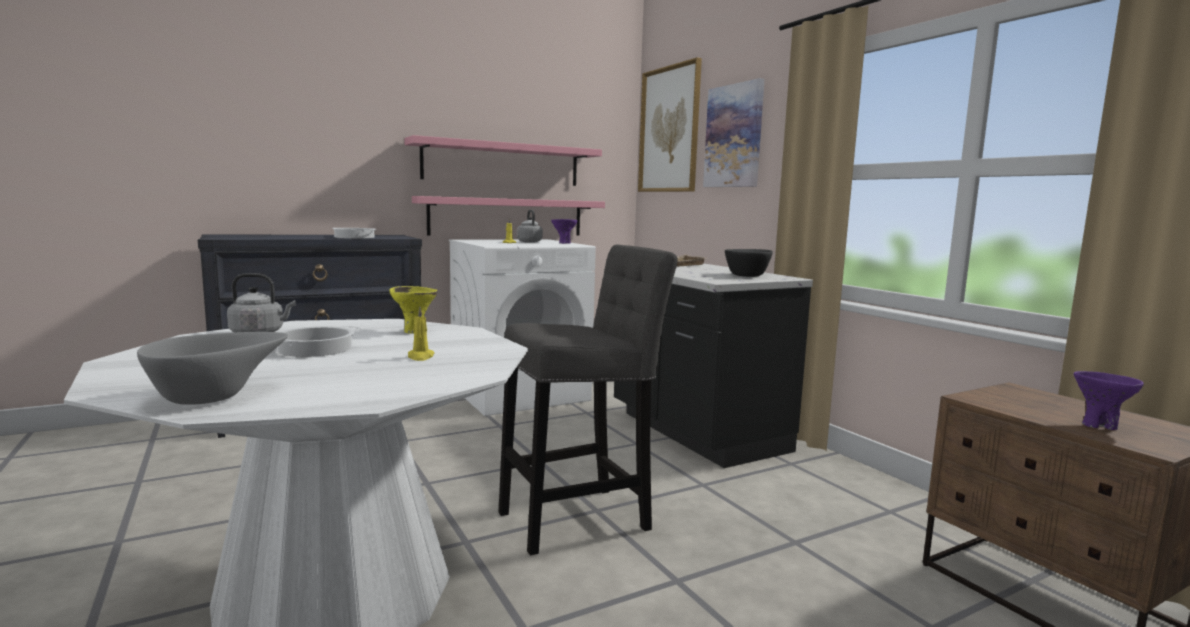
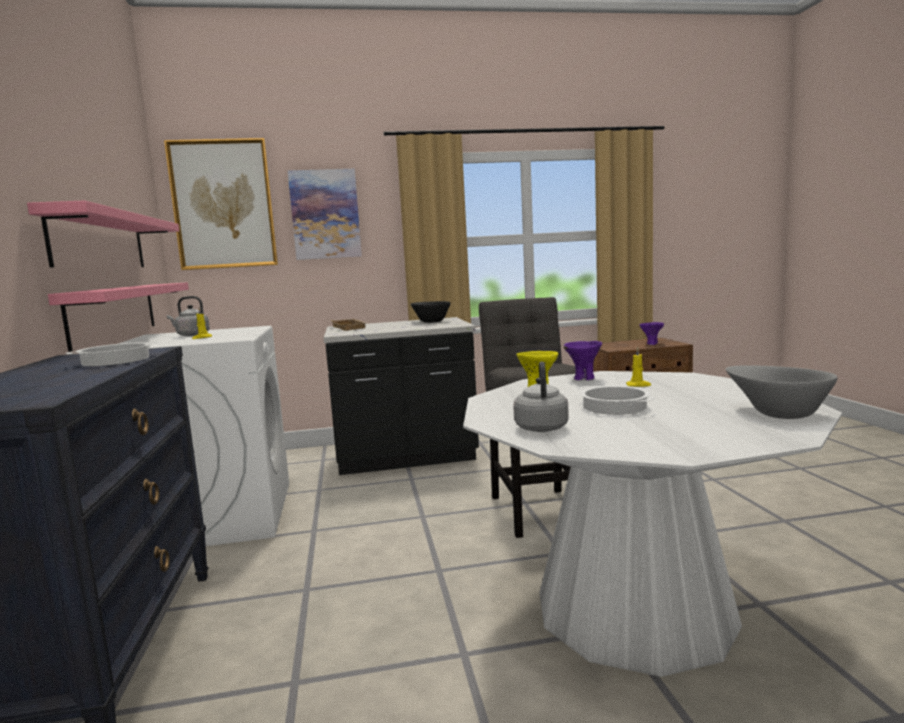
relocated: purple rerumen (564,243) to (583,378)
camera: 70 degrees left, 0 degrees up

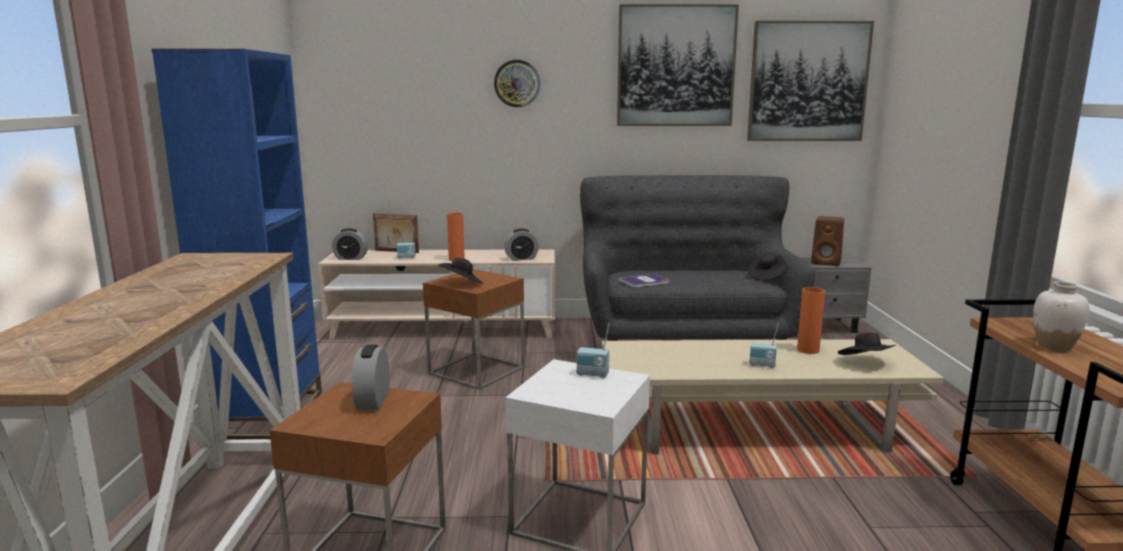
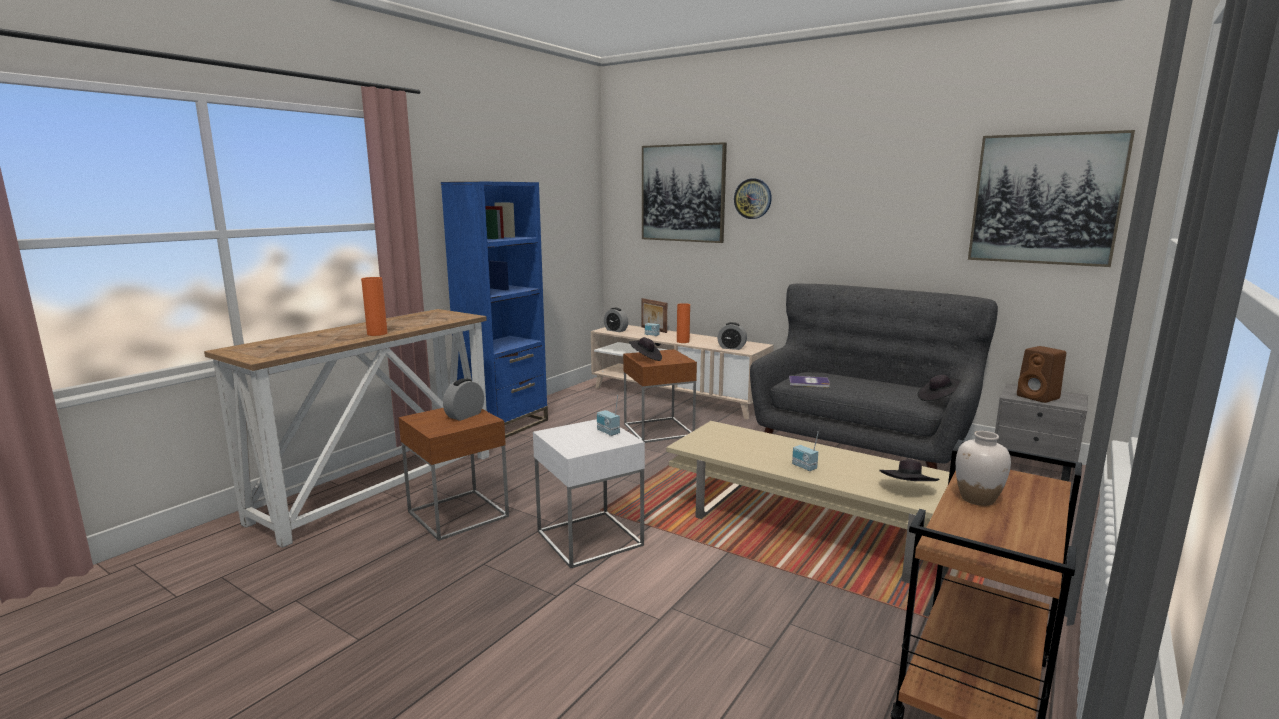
relocated: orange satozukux (808,350) to (377,333); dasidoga (675,66) to (683,193)
camera: 35 degrees right, 0 degrees up

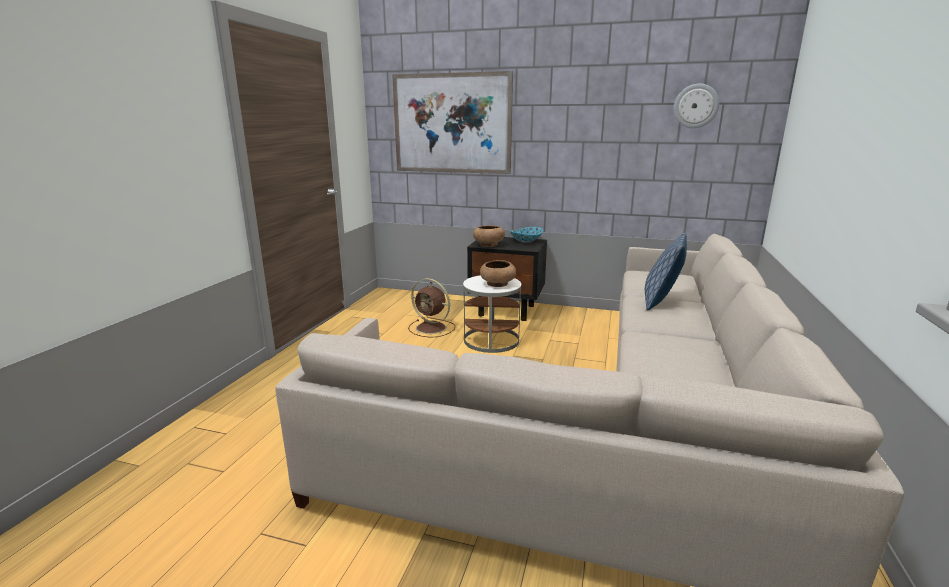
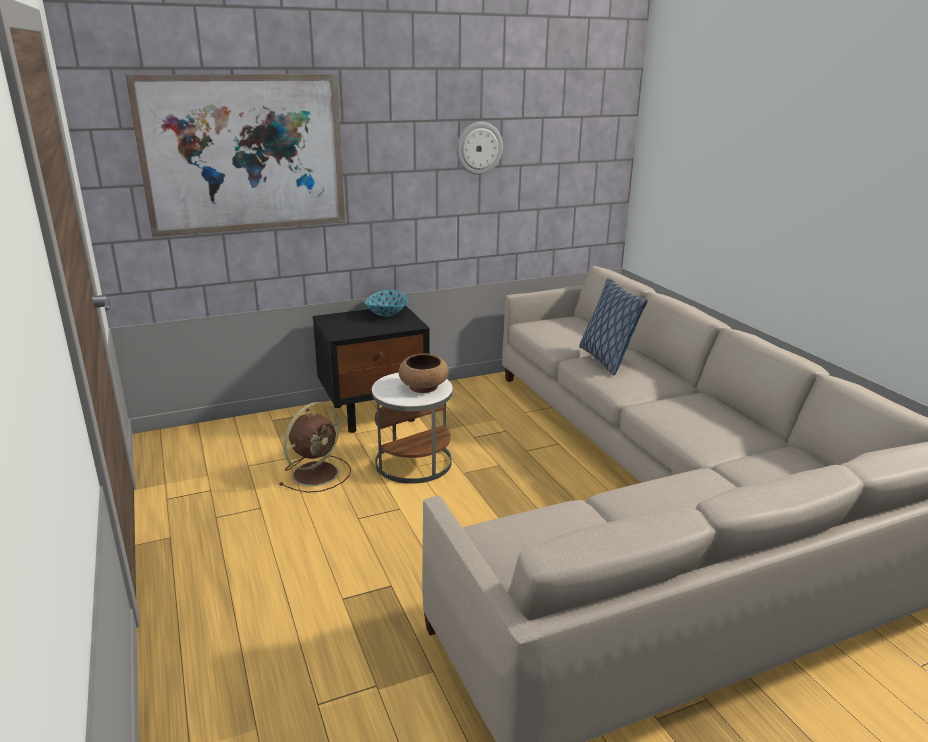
missing: brown rerumen (488,245)
relocated: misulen (695,106) to (478,148)
spun: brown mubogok (432,328) = (317,473) 45 degrees counterclockwise
camera: 40 degrees left, 5 degrees up

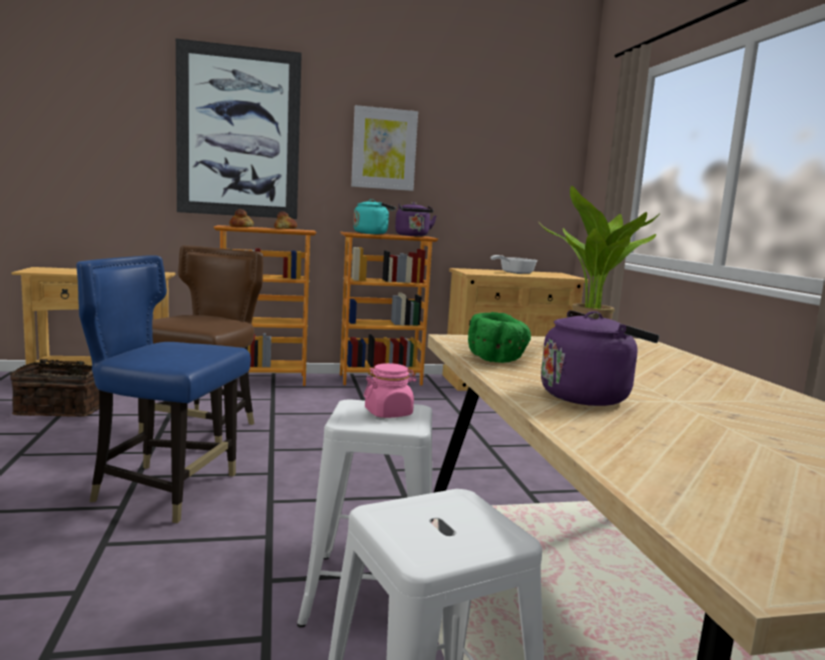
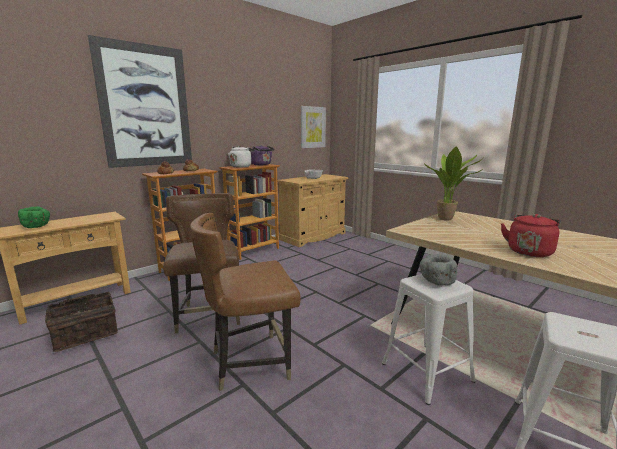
relocated: green rerumen (497,359) to (36,226); dasidoga (384,149) to (312,127)
exchanged: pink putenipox (388,413) to grey rerumen (436,281)
colour: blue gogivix (165,490) to brown gogivix (250,362); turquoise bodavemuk (372,233) to white bodavemuk (241,166); purple bodavemuk (588,396) to red bodavemuk (529,251)
camera: 30 degrees left, 5 degrees up

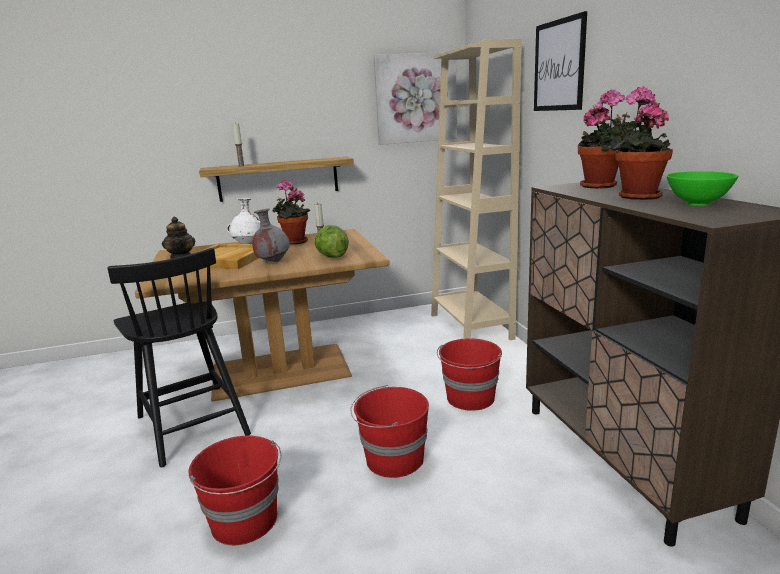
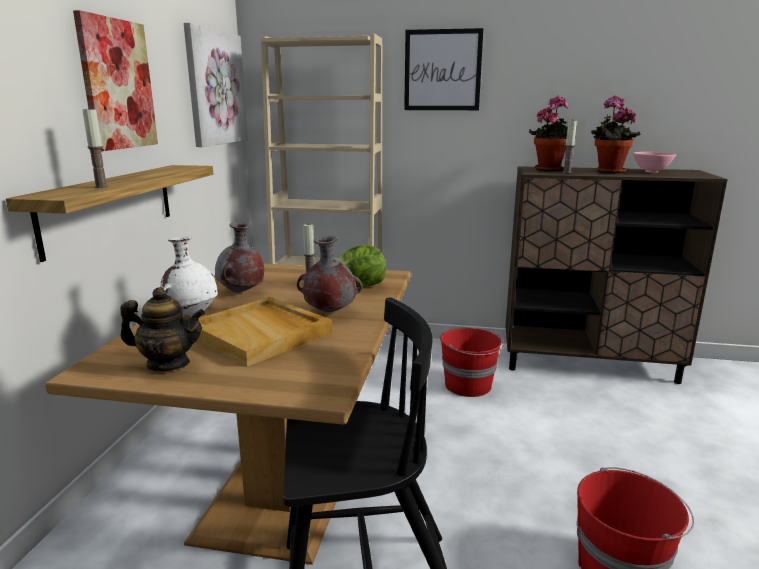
missing: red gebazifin (393,459)
appeared: dasidoga (117,85); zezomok (567,172)
exchanged: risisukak (293,242) to grey satozukux (241,292)
colour: green rerumen (697,204) to pink rerumen (651,171)
camera: 65 degrees left, 0 degrees up

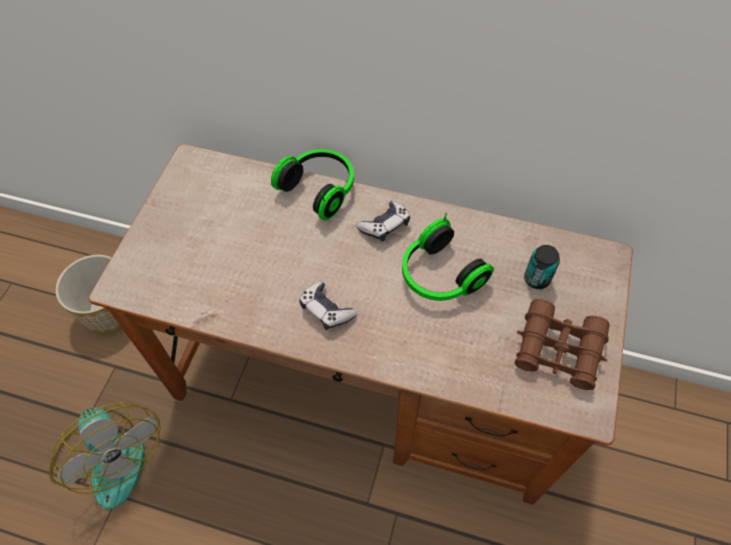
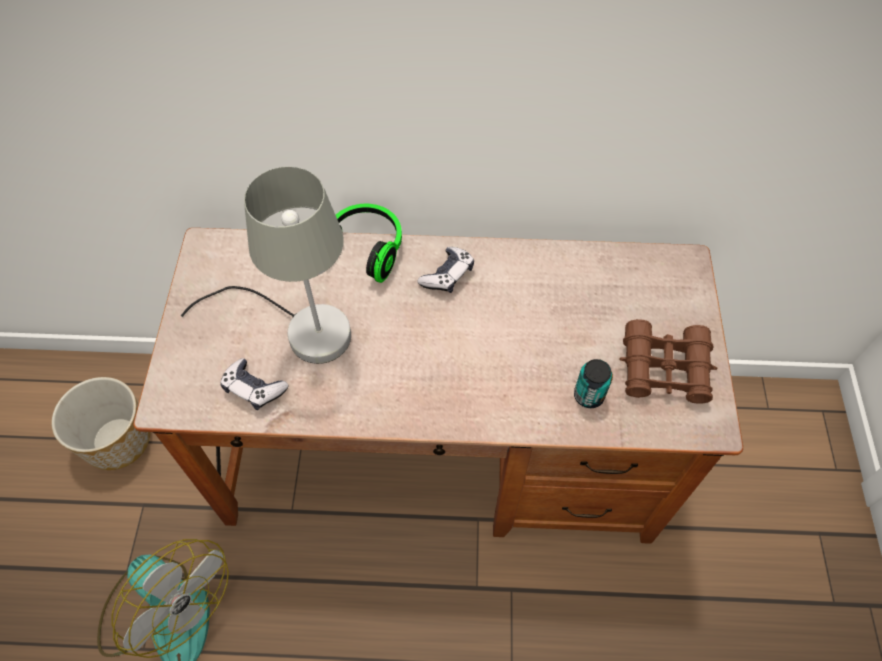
missing: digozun (438,276)
appeared: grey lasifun (302,329)
relocated: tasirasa (326,310) to (254,388); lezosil (536,279) to (588,395)
camera: 15 degrees left, 0 degrees up

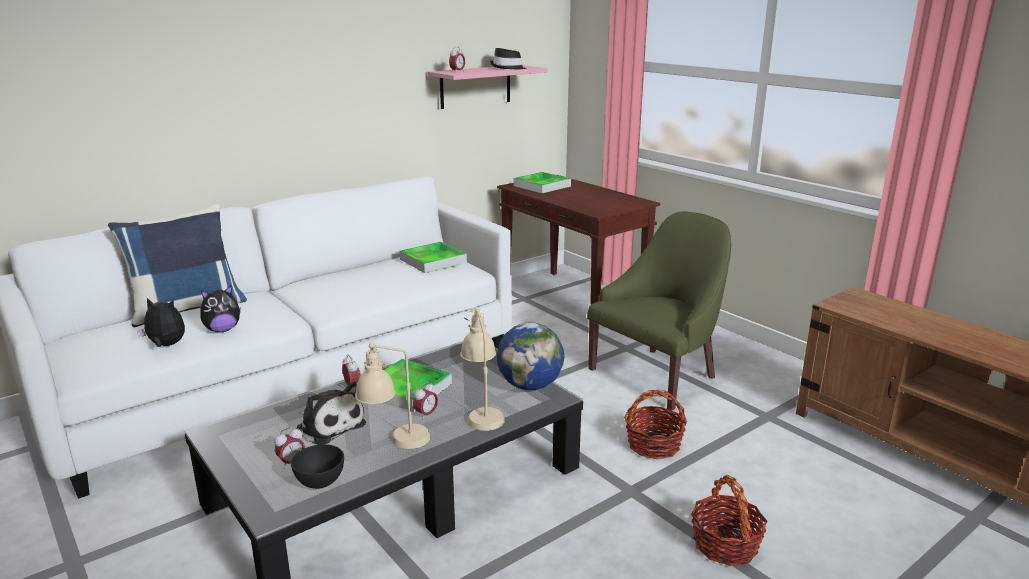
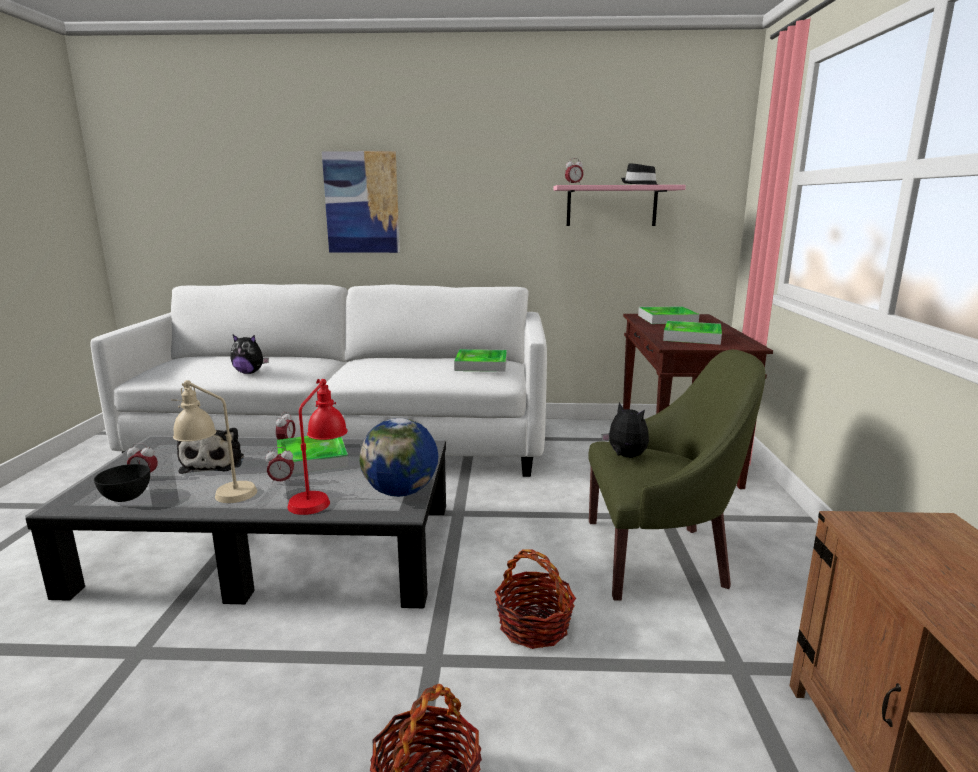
missing: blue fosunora (187,308)
appeared: dasidoga (362,203); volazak (692,337)
relocated: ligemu (166,345) to (625,456)
colour: beige lasifun (481,412) to red lasifun (320,497)
camera: 40 degrees right, 5 degrees down

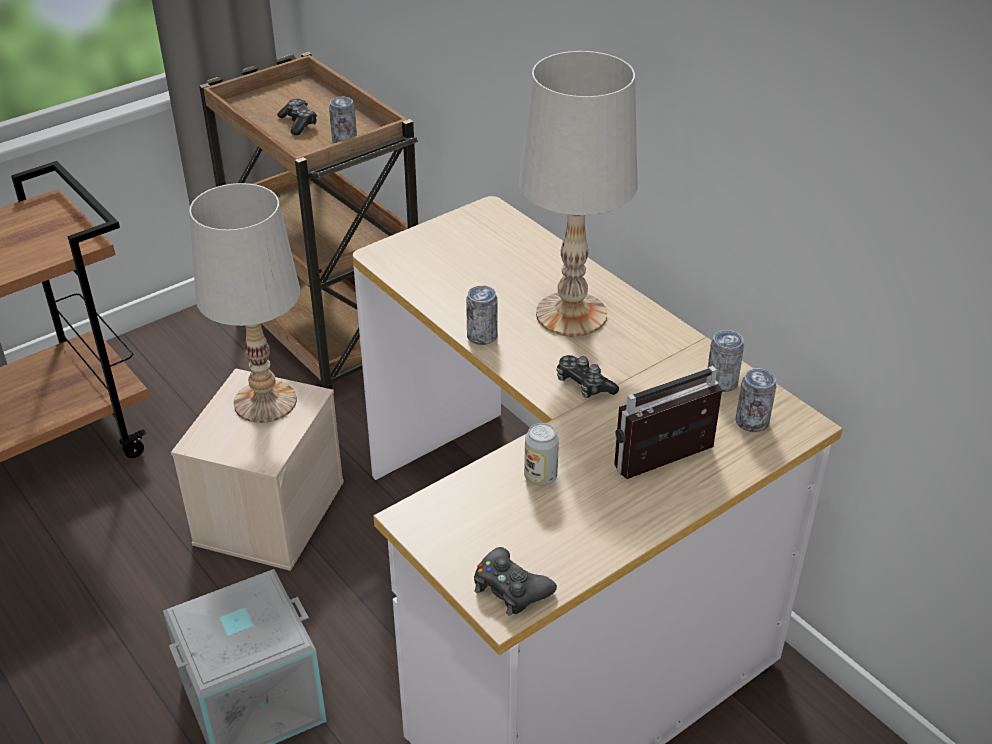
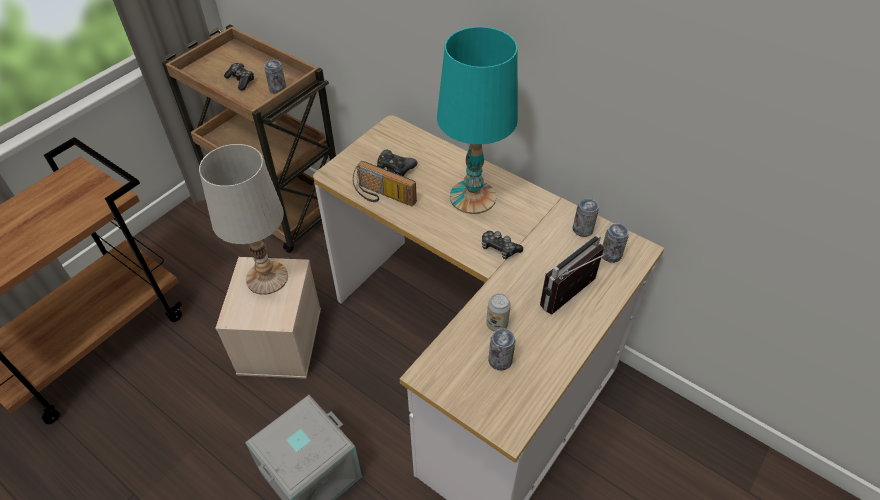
appeared: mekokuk (382,196)
relocated: black tasirasa (510,589) to (395,167); lezosil (482,336) to (500,360)
colour: white lasifun (571,314) to turquoise lasifun (472,196)
camera: 15 degrees left, 10 degrees up

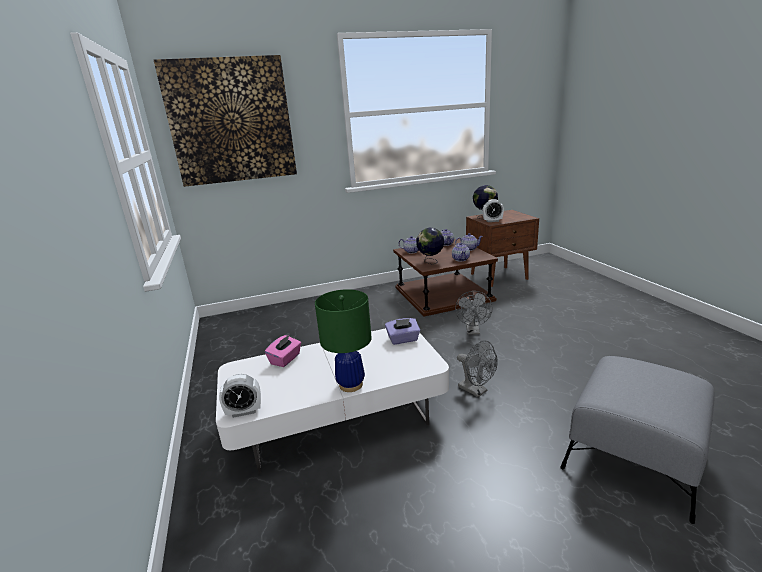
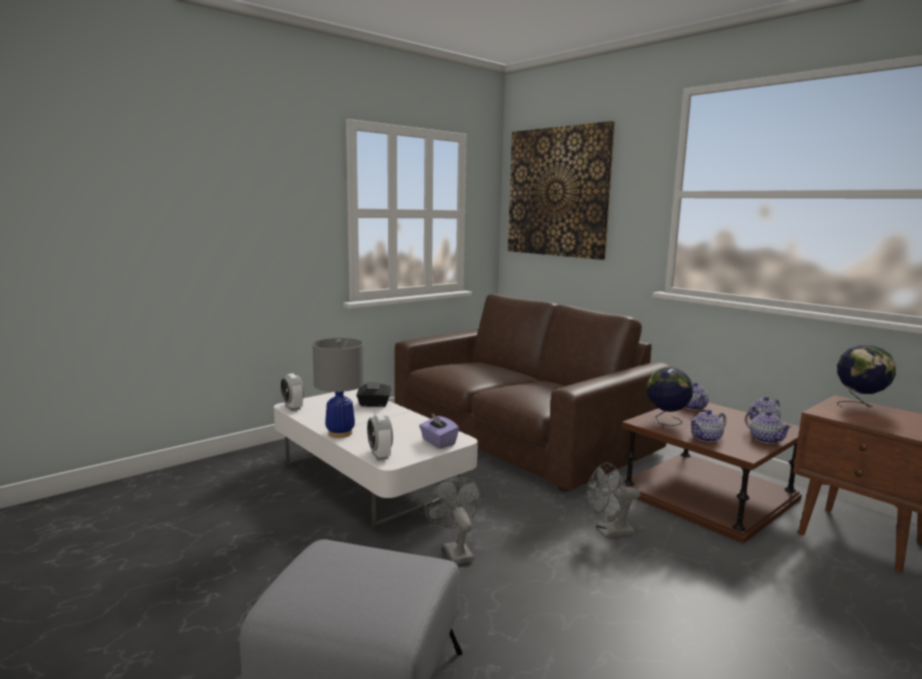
appeared: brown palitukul (519,434)
relocated: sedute (492,221) to (380,455)
colour: green lasifun (351,385) to grey lasifun (340,433); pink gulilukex (285,359) to black gulilukex (374,404)
spun: grey mubogok (476,390) = (455,551) 135 degrees clockwise
camera: 65 degrees right, 10 degrees down

